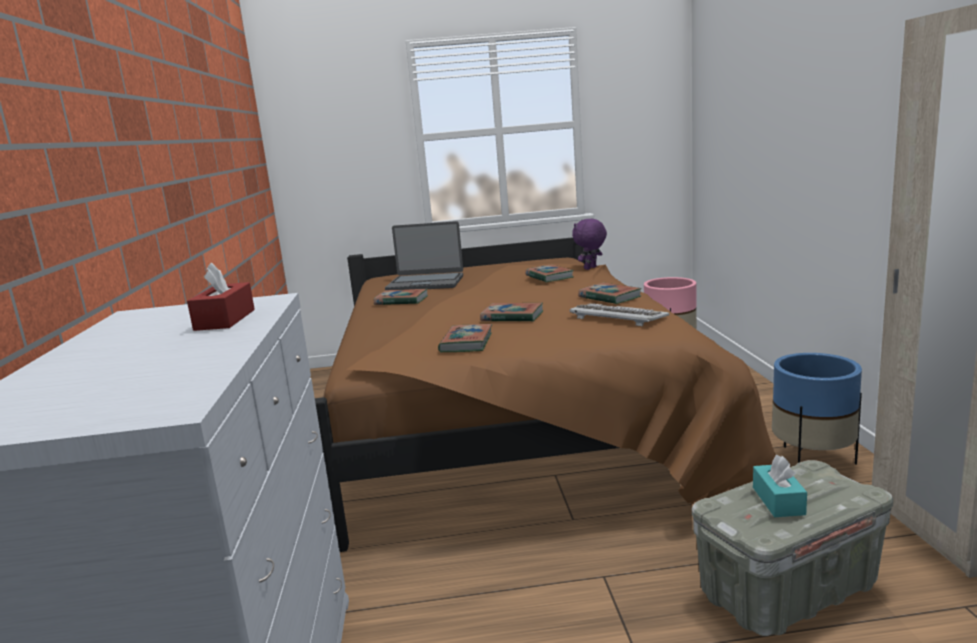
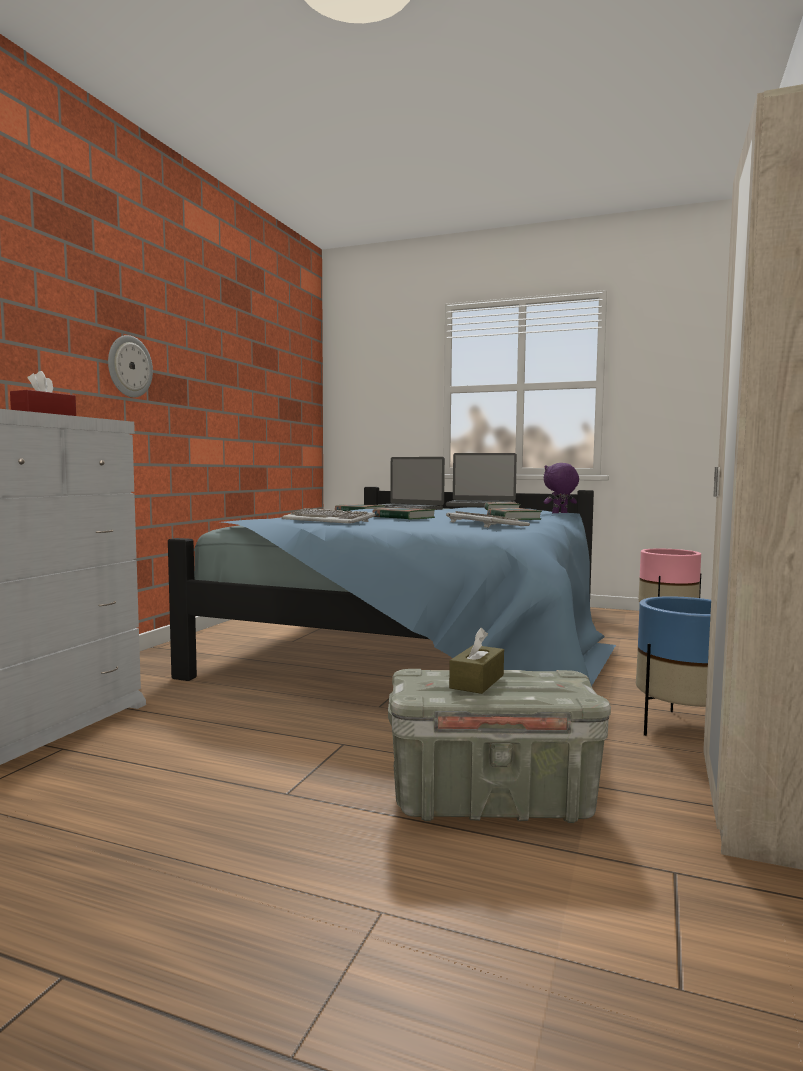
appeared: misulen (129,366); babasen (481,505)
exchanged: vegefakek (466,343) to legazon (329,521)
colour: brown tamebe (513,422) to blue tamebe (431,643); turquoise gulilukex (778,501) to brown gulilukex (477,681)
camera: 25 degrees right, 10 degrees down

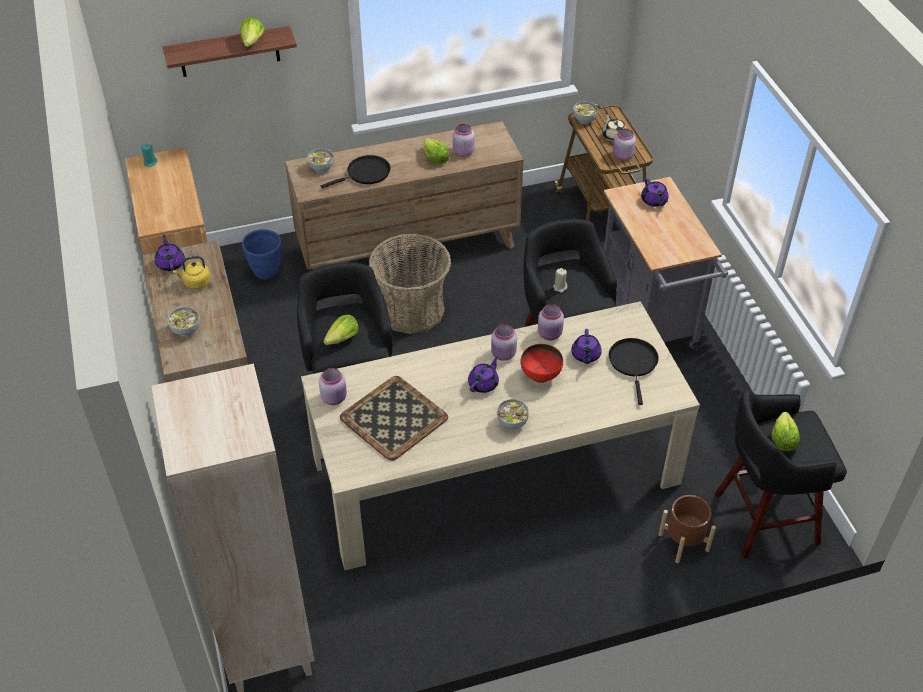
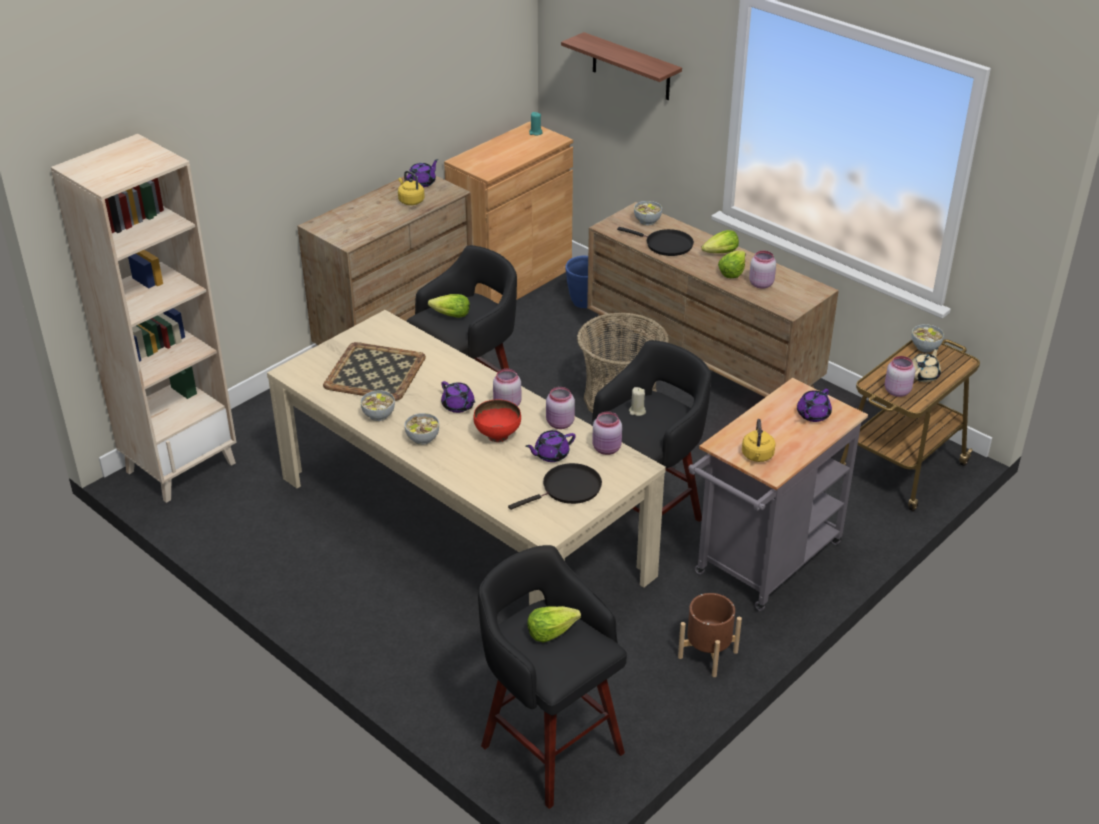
appeared: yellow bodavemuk (757,456)
relocated: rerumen (186,330) to (378,415); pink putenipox (334,398) to (607,449); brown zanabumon (684,542) to (708,654); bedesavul (252,42) to (721,253)
spun: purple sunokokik (483,383) = (458,406) 45 degrees clockwise
camera: 60 degrees right, 10 degrees down

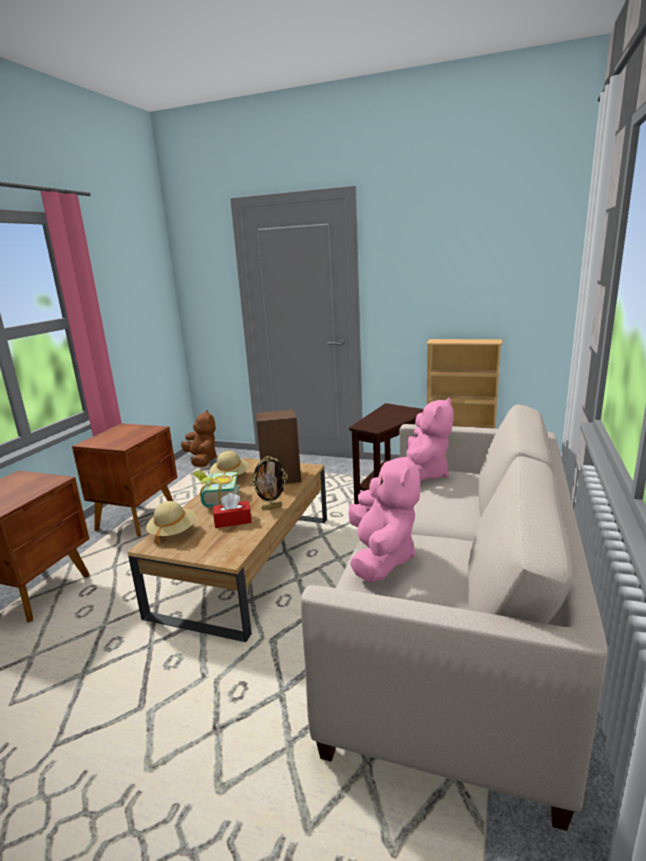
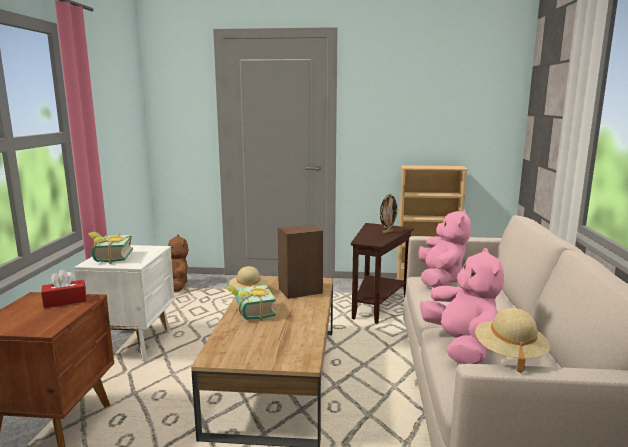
appeared: vegefakek (109,258)
relocated: red gulilukex (233,521) to (65,301); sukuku (272,507) to (387,232); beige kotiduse (173,532) to (509,354)
colour: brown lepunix (138,518) to white lepunix (134,344)
camera: 15 degrees left, 5 degrees down

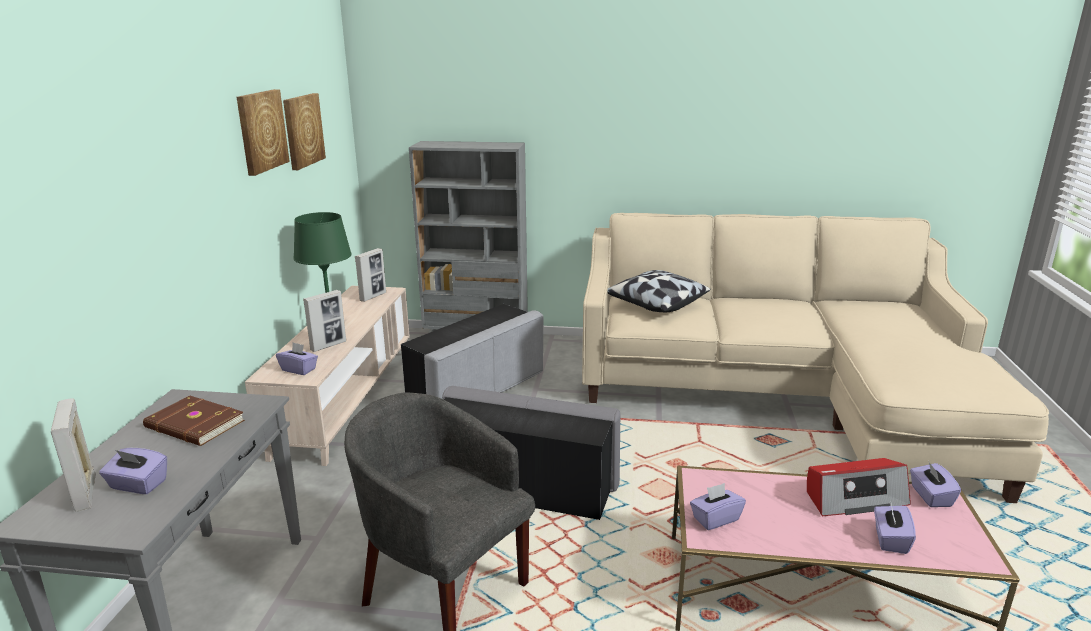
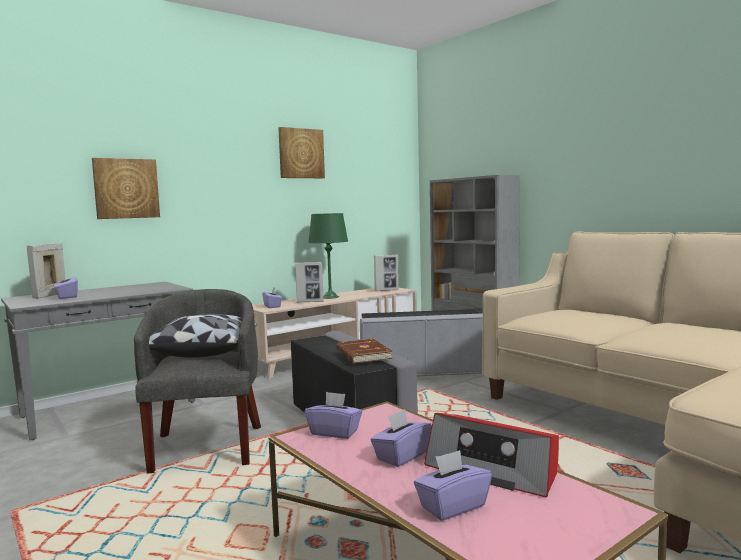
relocated: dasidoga (302,130) to (126,188); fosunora (655,304) to (203,351); brown vegefakek (194,425) to (362,354); purple gulilukex (930,496) to (401,456)
camera: 45 degrees right, 15 degrees down

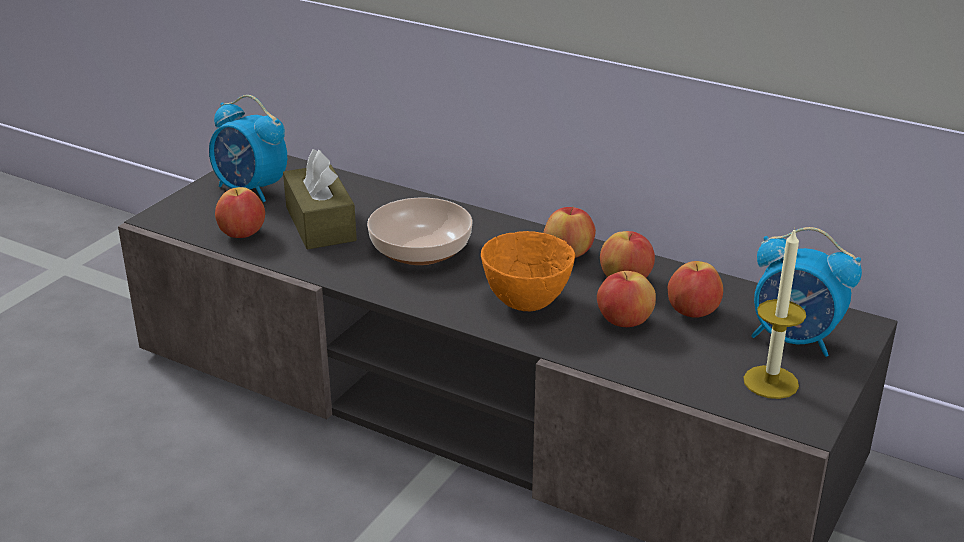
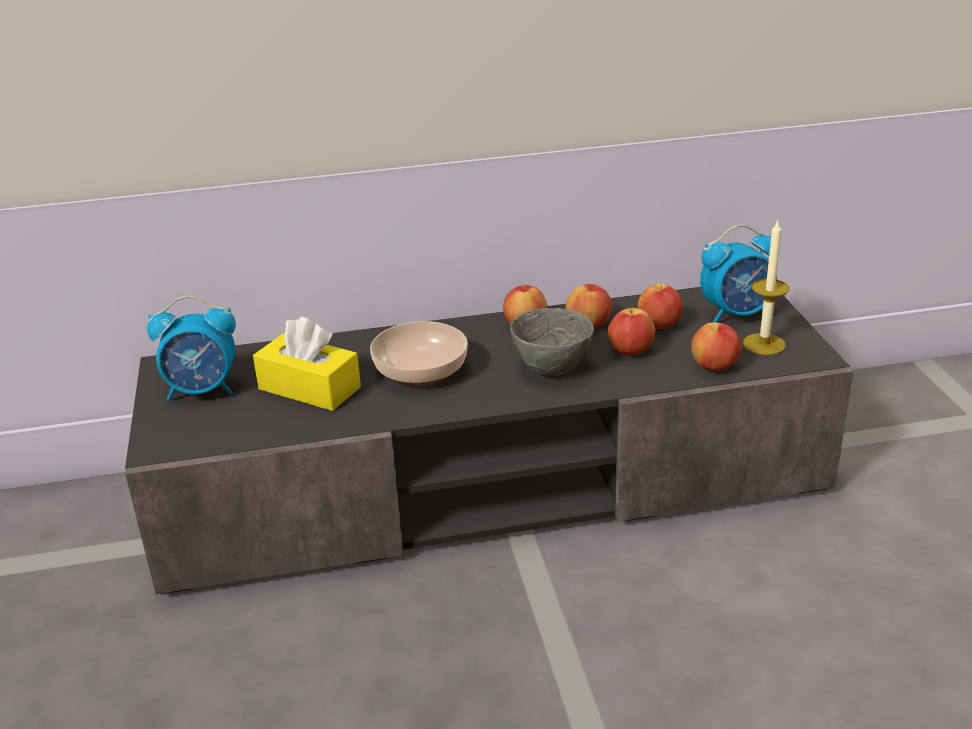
relocated: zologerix (242,234) to (714,366)
colour: brown gulilukex (320,223) to yellow gulilukex (309,388); orange rerumen (525,302) to grey rerumen (551,370)
camera: 40 degrees left, 0 degrees up

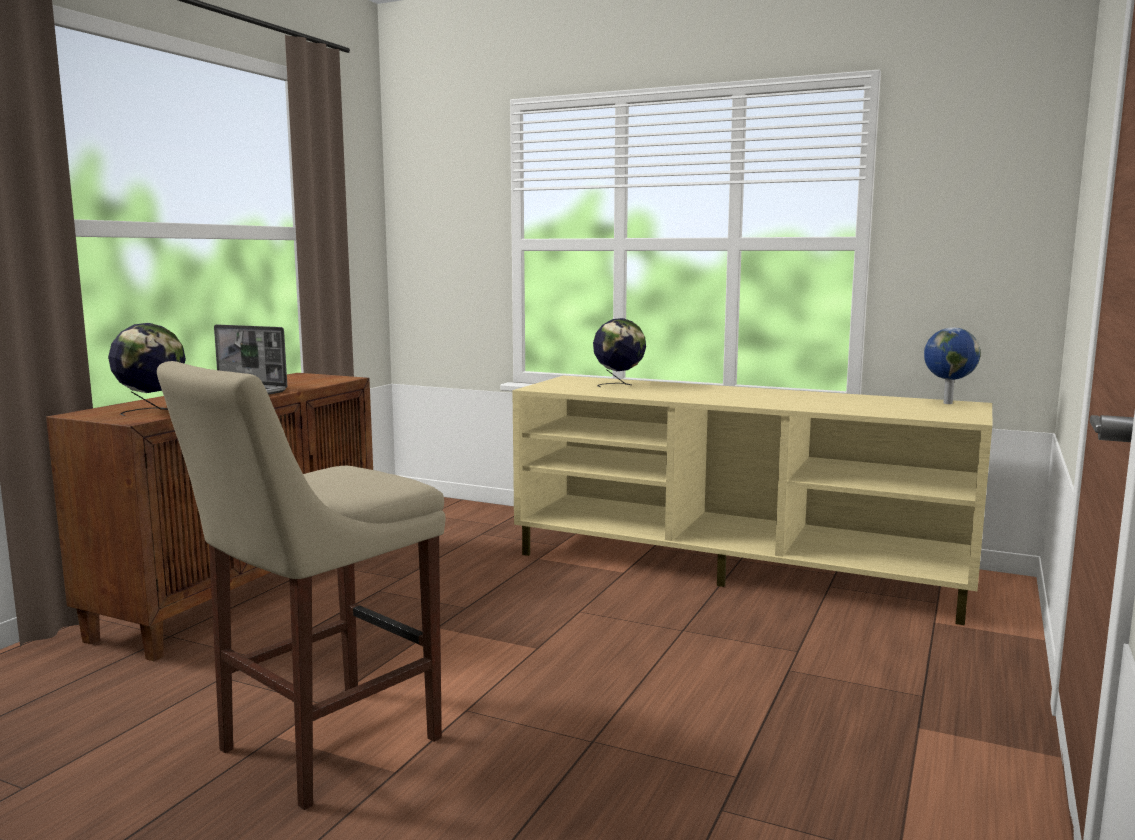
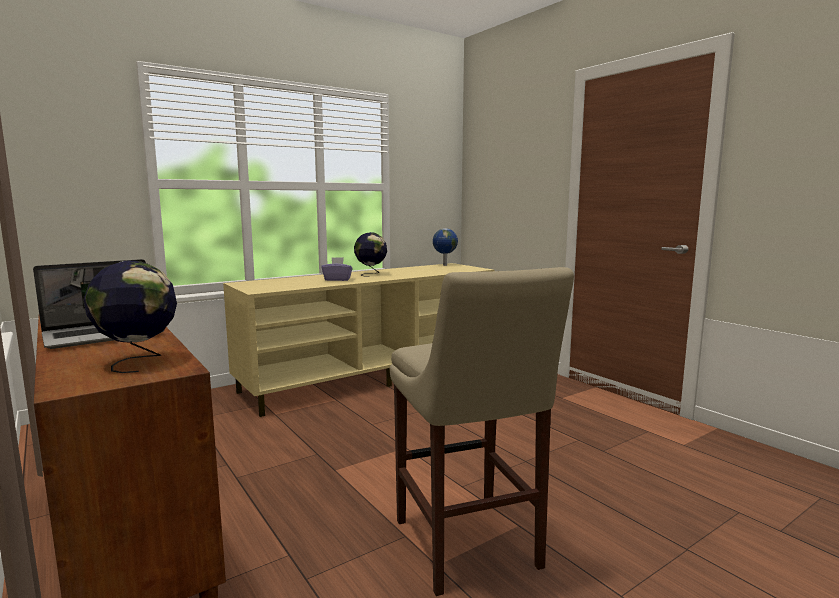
appeared: purple gulilukex (337,279)
relocated: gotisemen (619,385) to (371,274)
camera: 60 degrees left, 0 degrees up

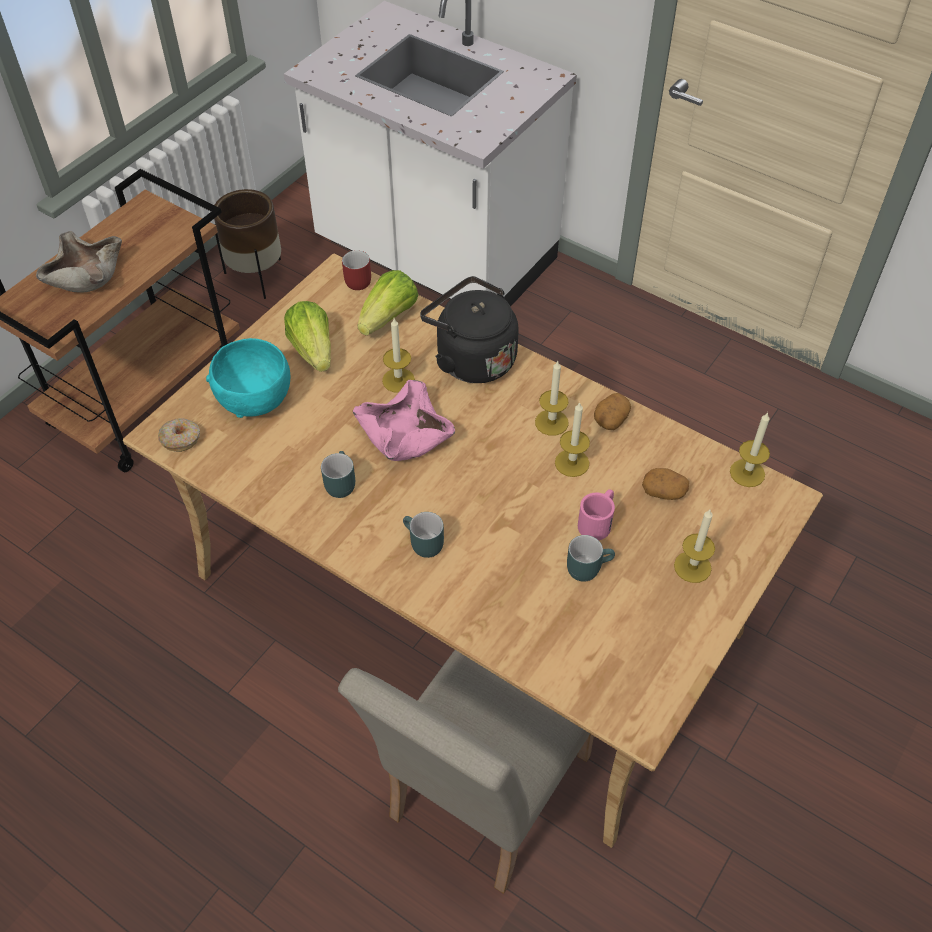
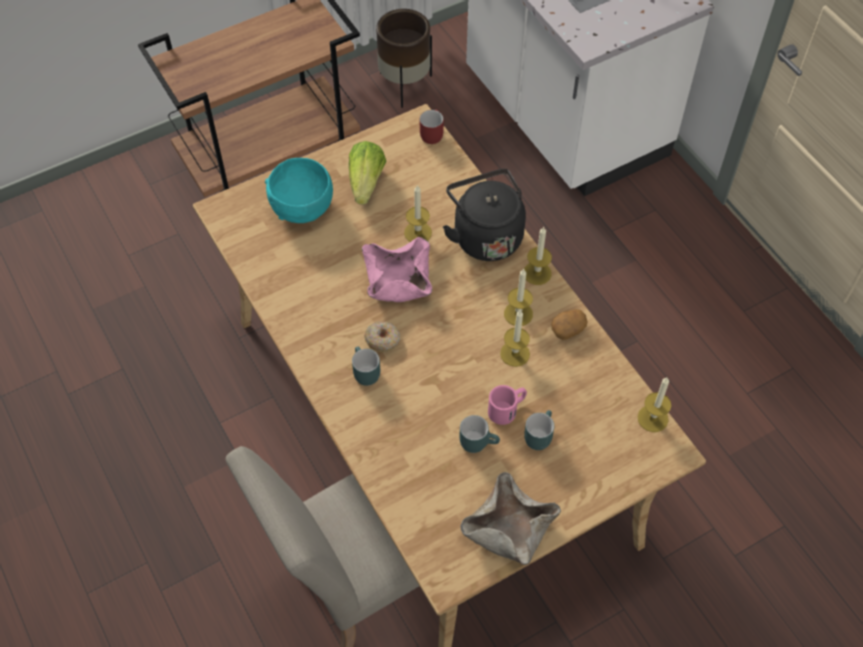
missing: bedesavul (389,318); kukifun (664,491)
relocated: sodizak (181,439) to (382,340); beige rerumen (85,275) to (508,528); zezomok (692,567) to (537,273); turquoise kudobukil (338,482) to (537,435)
camera: 25 degrees right, 5 degrees up

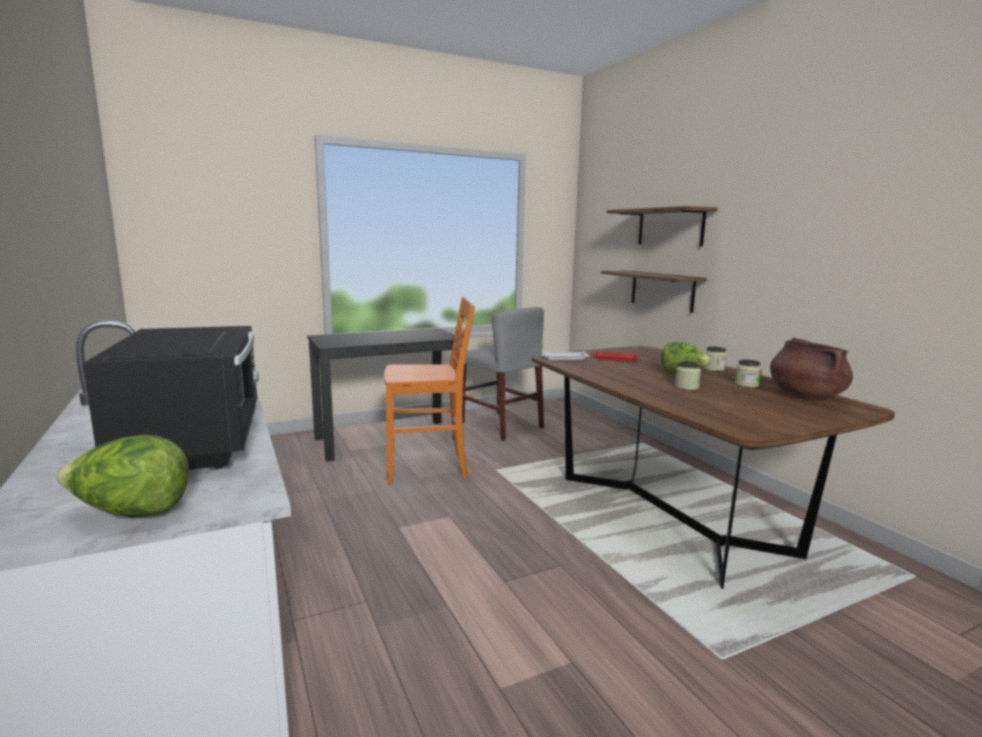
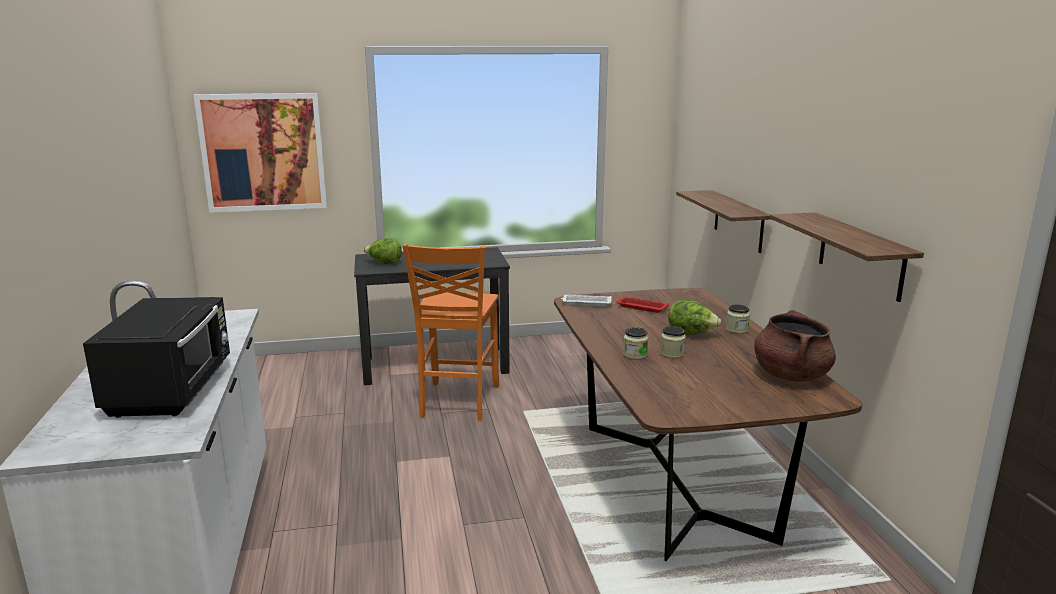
missing: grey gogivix (501,425)
appeared: dasidoga (263,152)
relocated: bedesavul (131,513) to (384,263); putenipox (746,384) to (635,355); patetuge (670,227) to (860,255)
spun: orange gogivix (428,468) = (457,402) 90 degrees clockwise
camera: 15 degrees right, 5 degrees up

